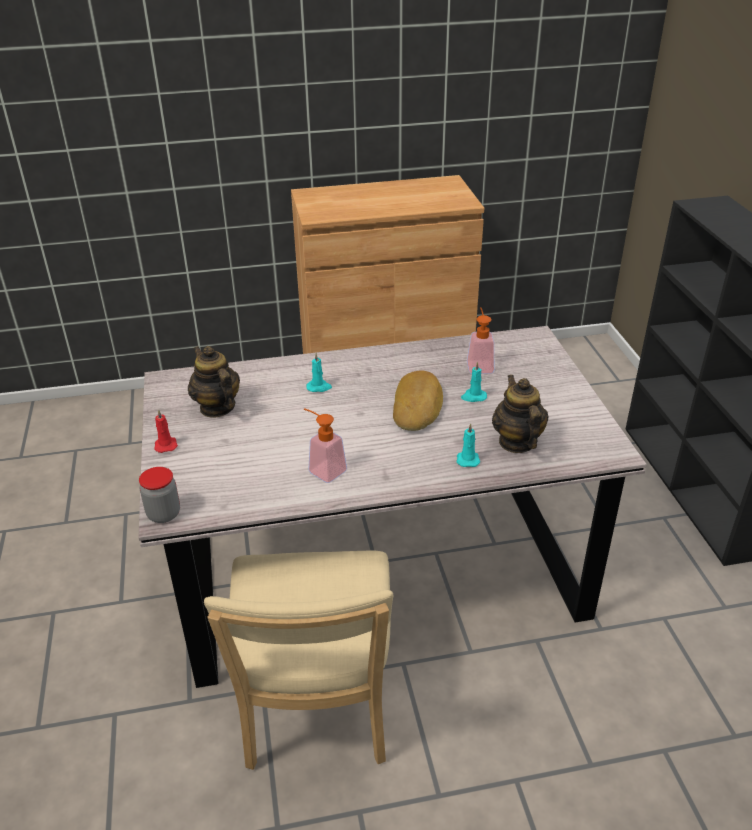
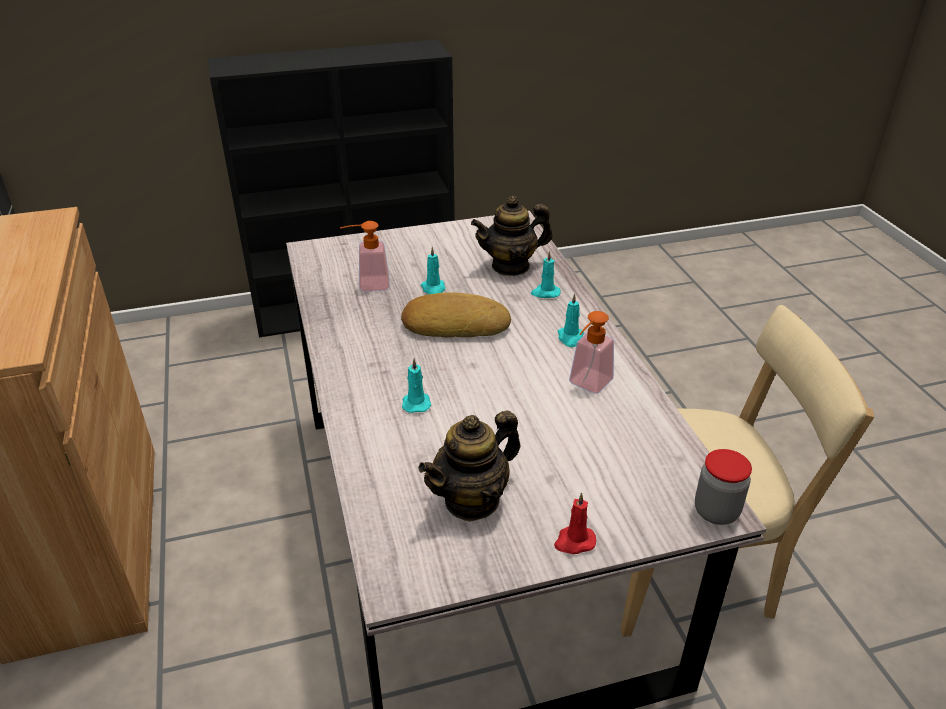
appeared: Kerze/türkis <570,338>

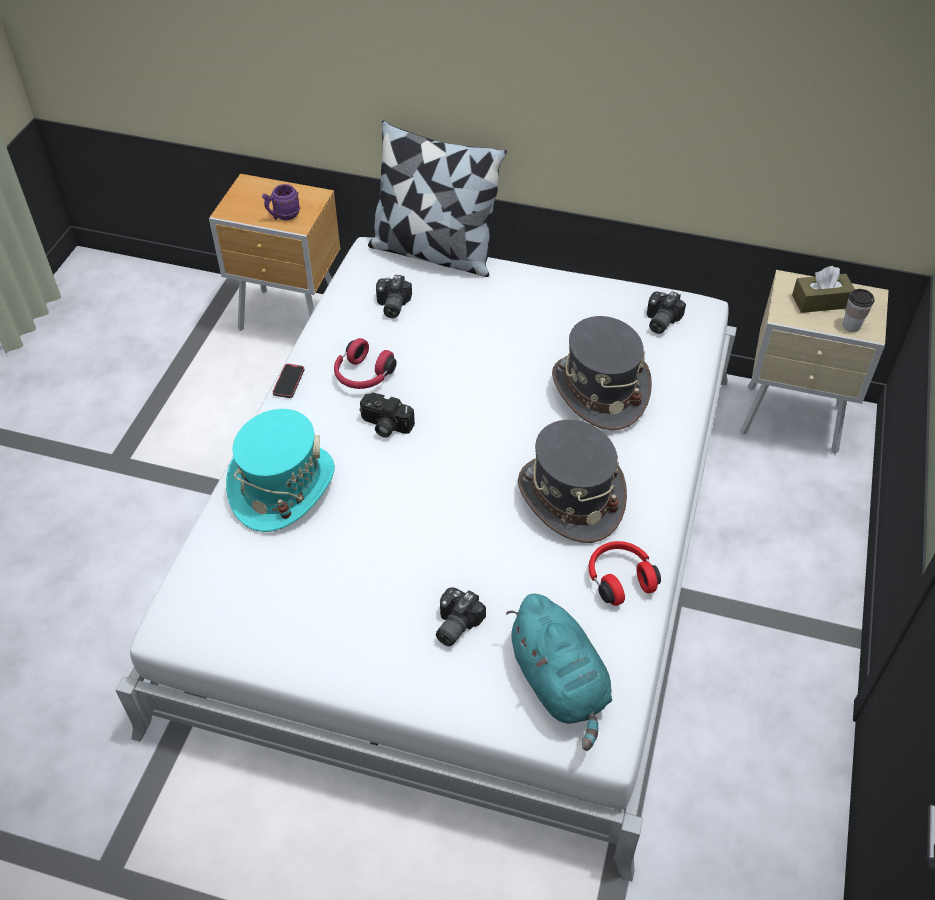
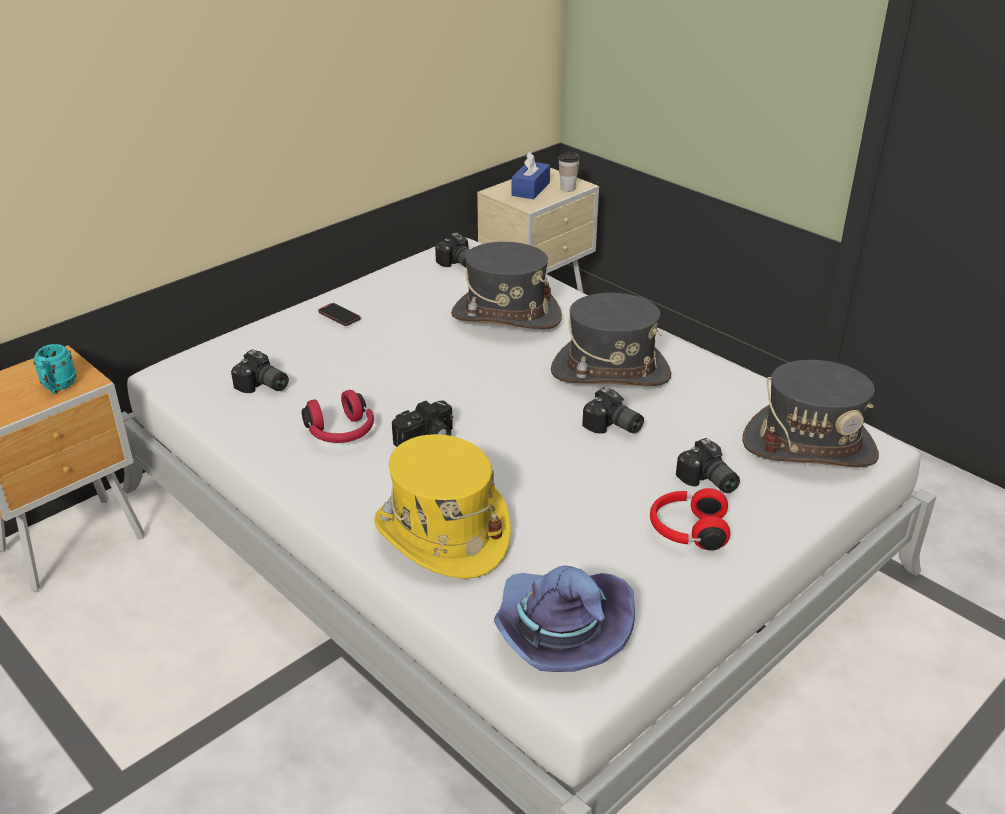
missing: Kissen <434,252>
appeared: Kamera <612,427>; Hut/lila <558,634>
relocated: Handy <289,382> to <339,316>; Kopfhörer/rot <619,578> to <687,531>
exchanged: Plüschtier/türkis <560,684> to Hut/grau <809,446>
colour: Henkelbecher/lila <283,216> to Henkelbecher/türkis <58,387>; Taschentuchbox/braun <820,301> to Taschentuchbox/blau <530,189>; Hut/türkis <282,486> to Hut/gelb <442,534>

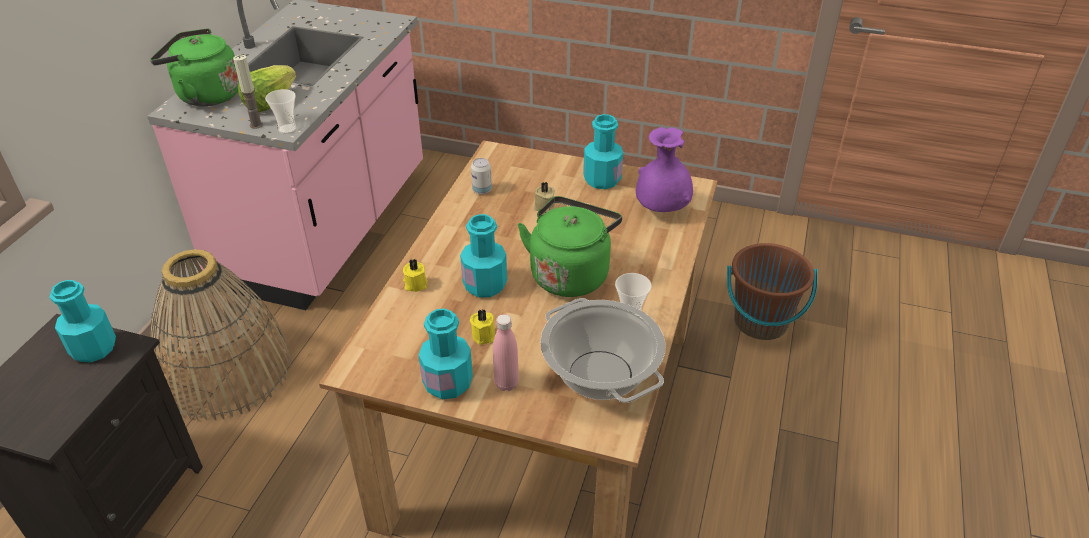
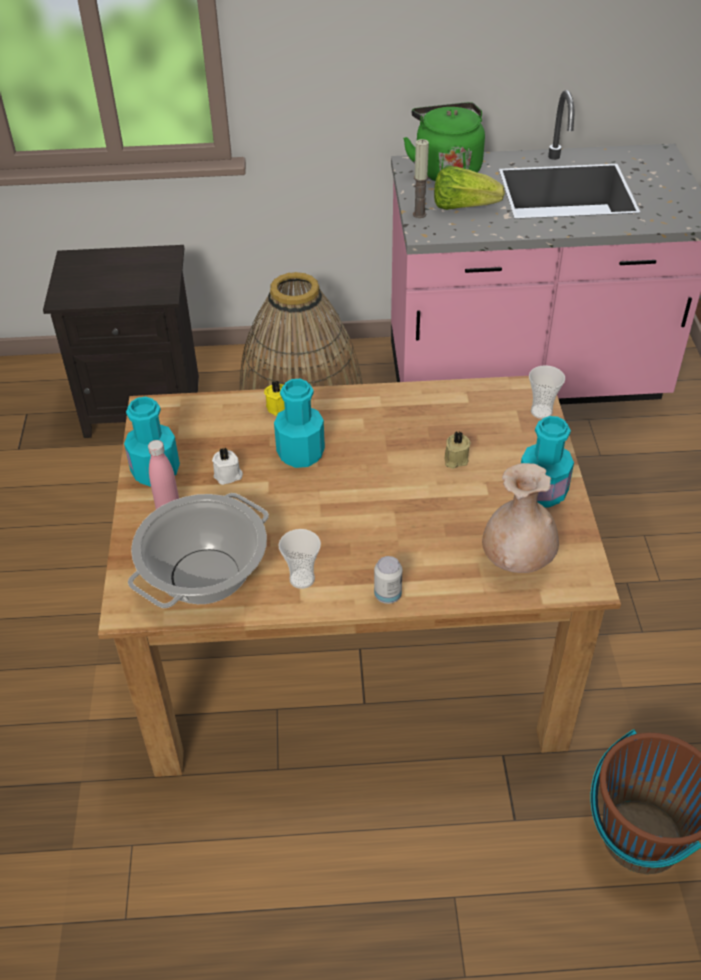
missing: Wasserkessel/grün <570,273>; Flasche/türkis <94,348>
relocated: Tasse <287,129> to <541,411>; Dose <482,190> to <387,595>
colour: Vase/lila <661,209> to Vase/beige <517,561>; Kerze/gelb <484,335> to Kerze/weiß <228,476>

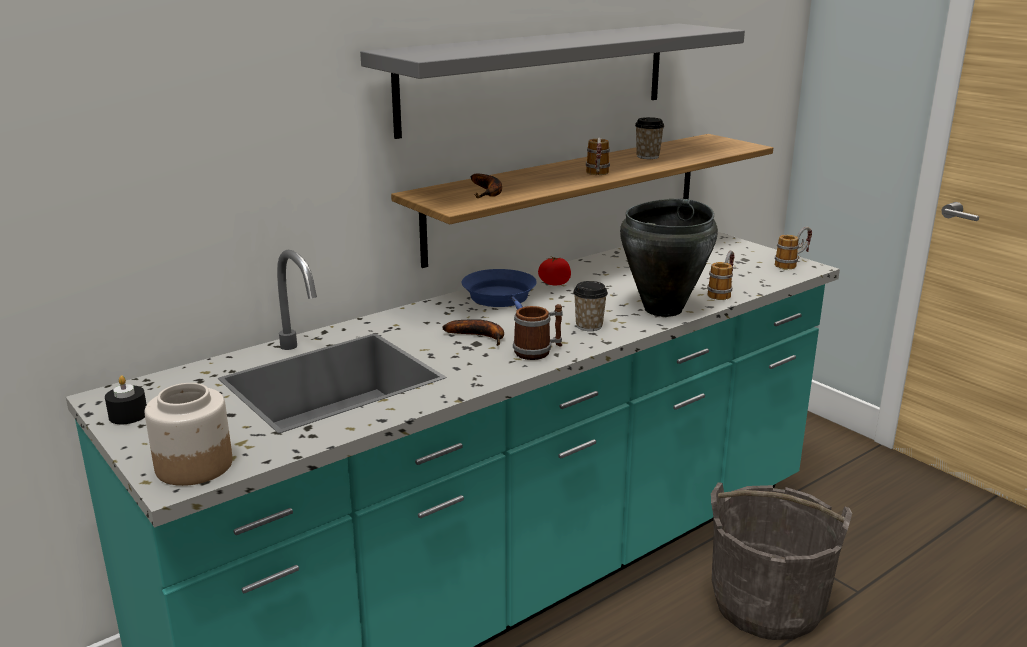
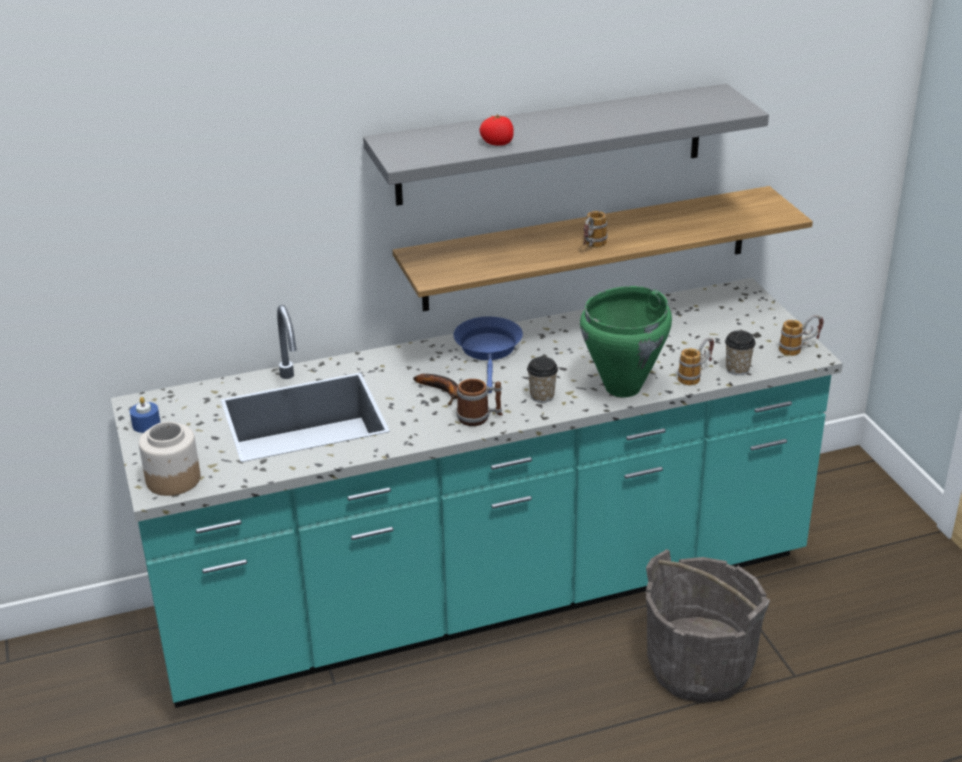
missing: Banane <488,192>
relocated: Tasse <647,156> to <737,369>; Tomate <554,283> to <497,143>
colour: Kochtopf/schwarz <664,309> to Kochtopf/grün <623,388>; Kerze/schwarz <128,415> to Kerze/blau <146,424>

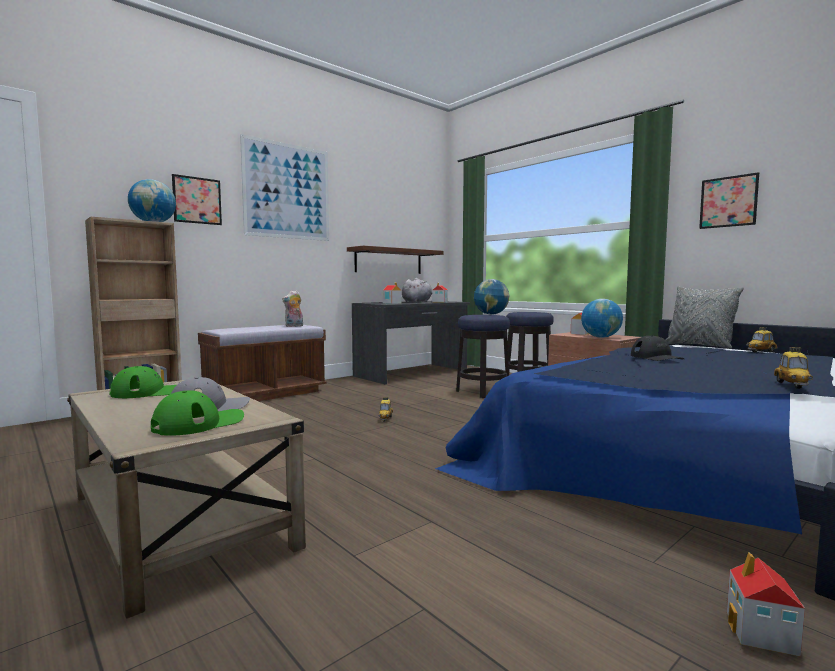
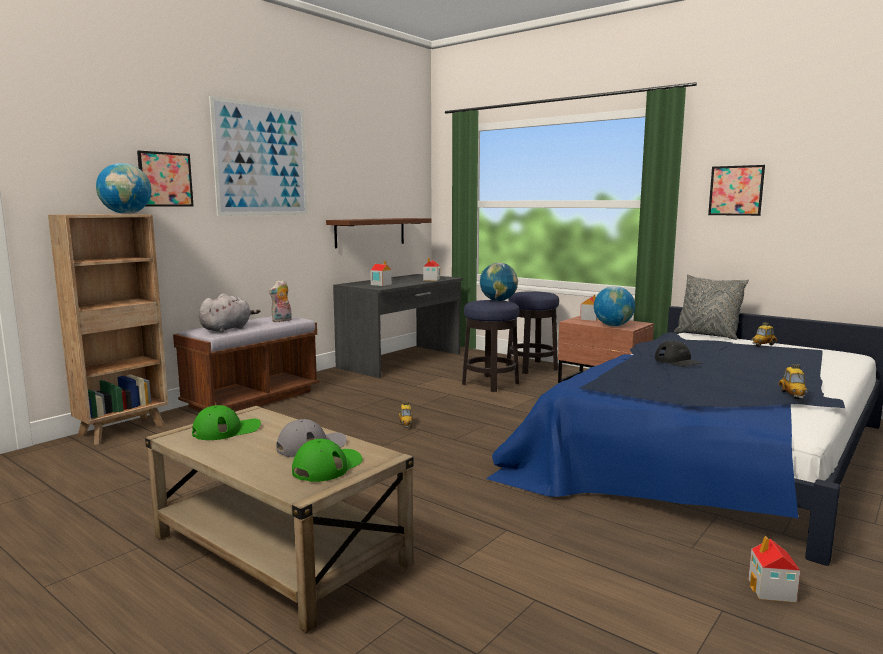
relocated: Plüschtier/grau <417,302> to <227,329>

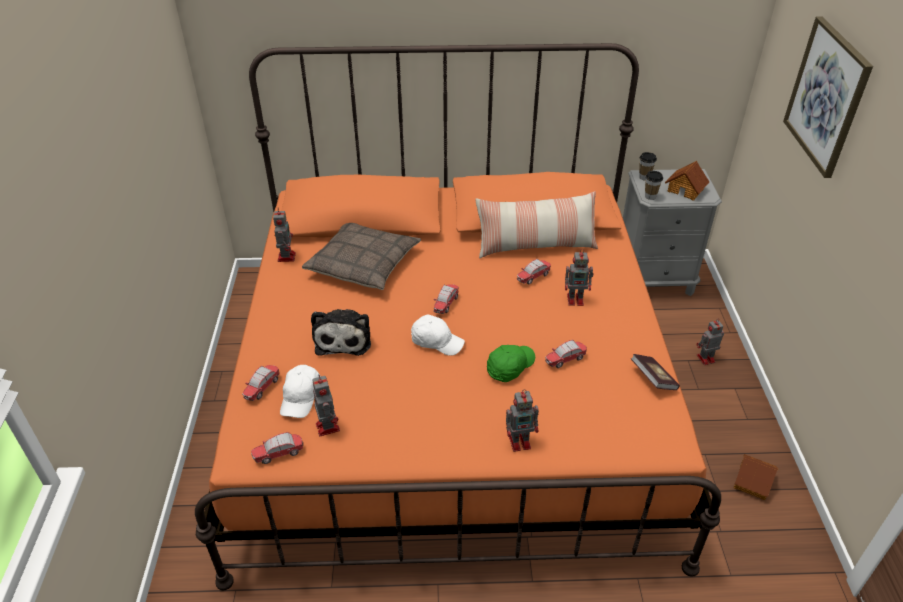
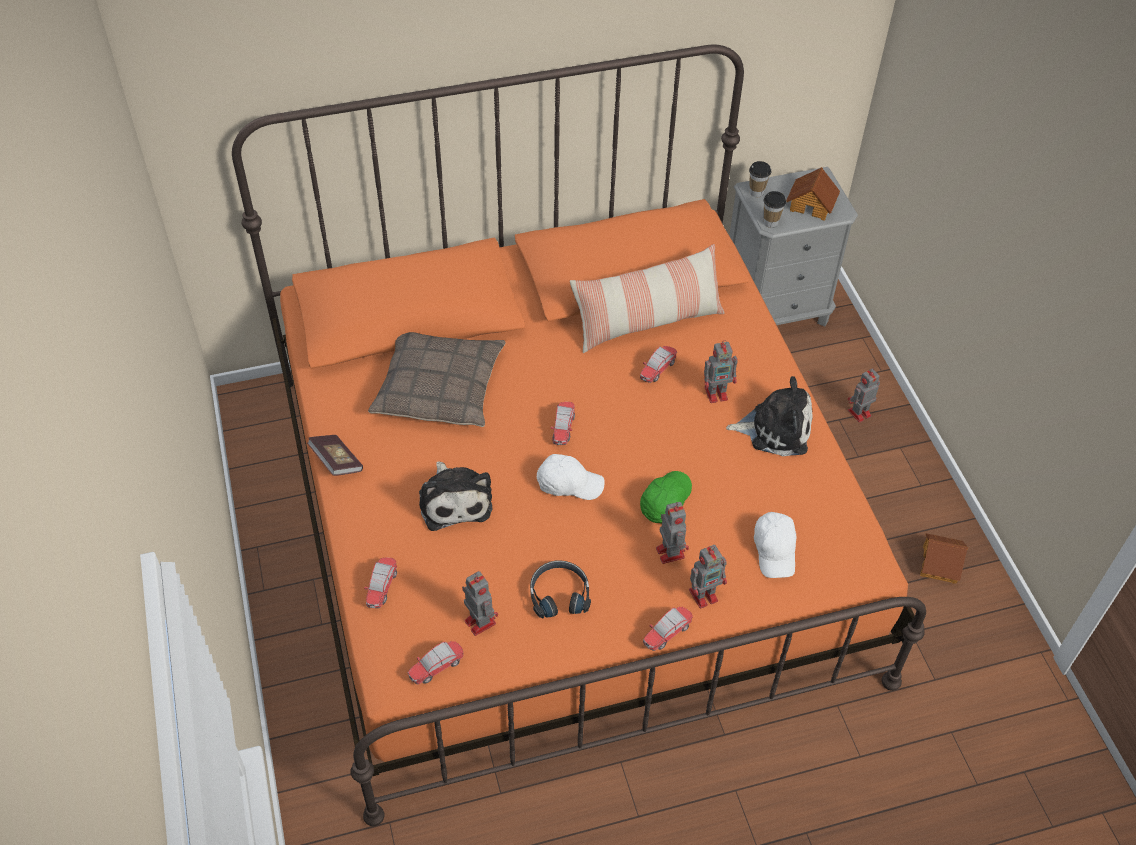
missing: Bild <826,96>
appeared: Plüschtier <775,428>; Kopfhörer/schwarz <559,593>
relocated: Spielzeugroboter <286,256> to <669,551>; Spielzeugauto <565,360> to <667,634>; Buch <653,379> to <336,462>; Kappe/weiß <301,397> to <775,550>

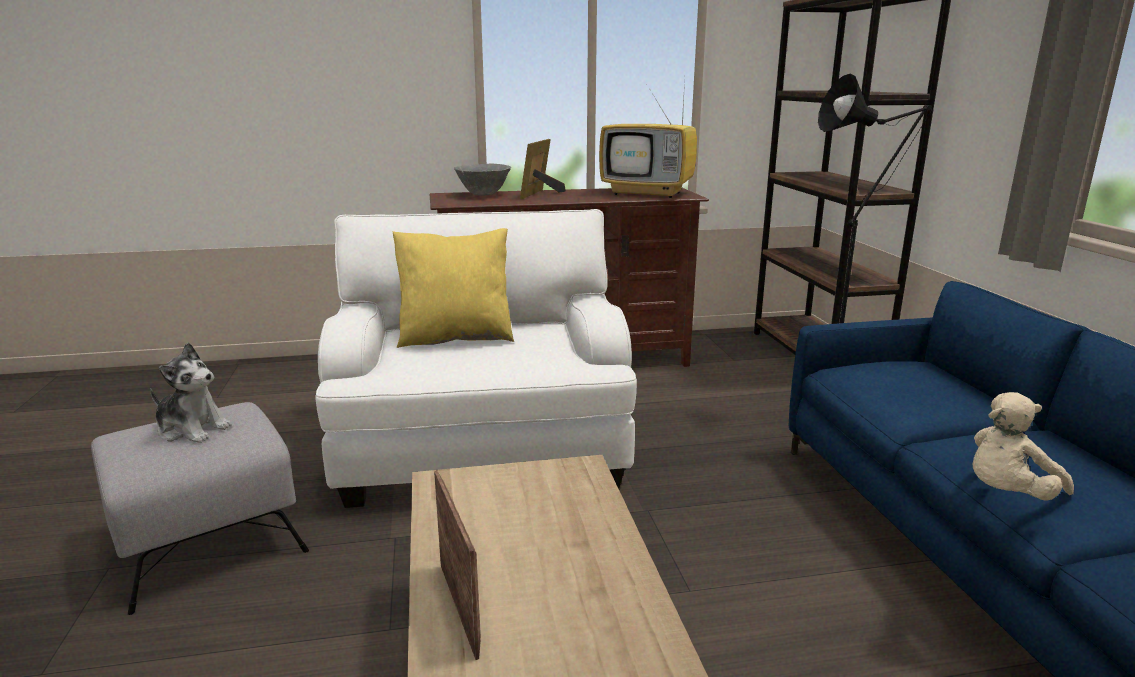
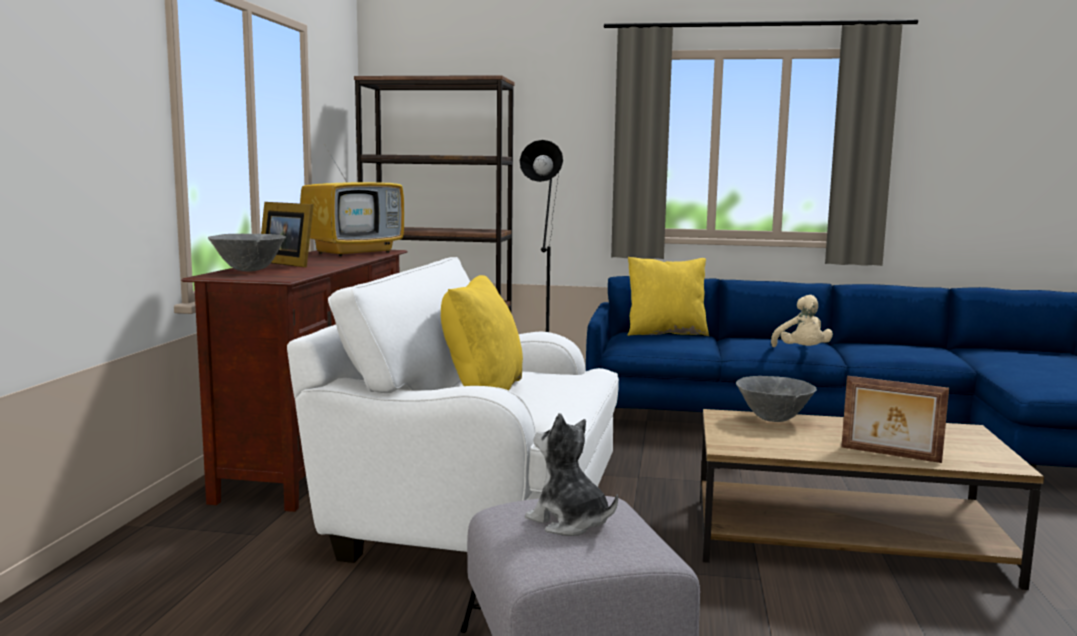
appeared: Kissen/gelb <666,333>; Schüssel/grau <774,419>
spun: Plüschtier <192,429> = <569,522> 90 degrees counterclockwise; Bilderrahmen <461,607> = <890,455> 150 degrees counterclockwise

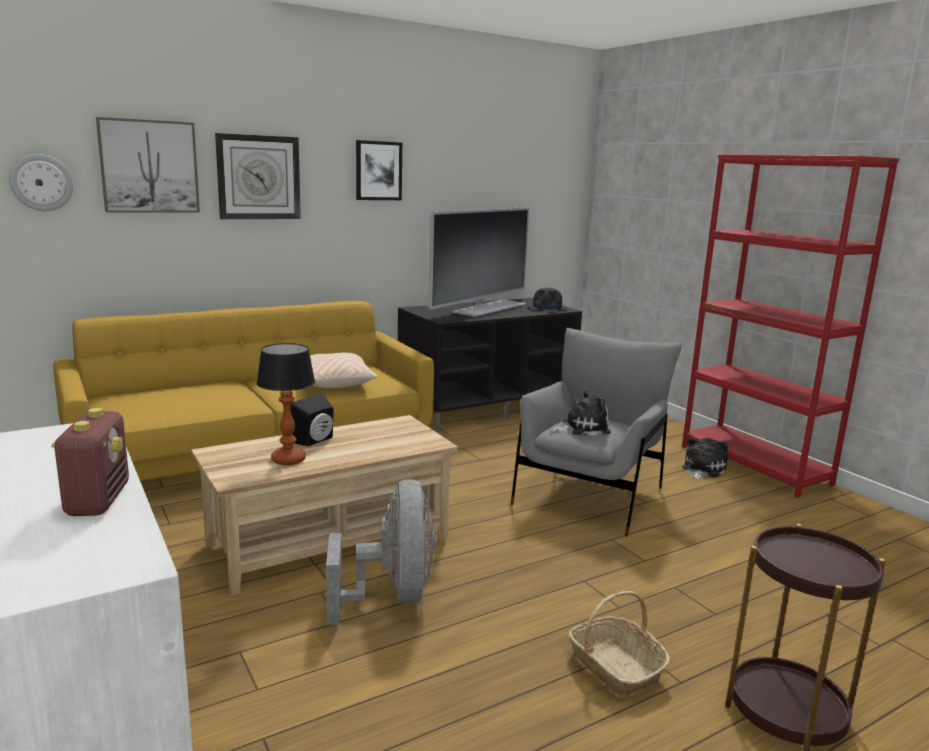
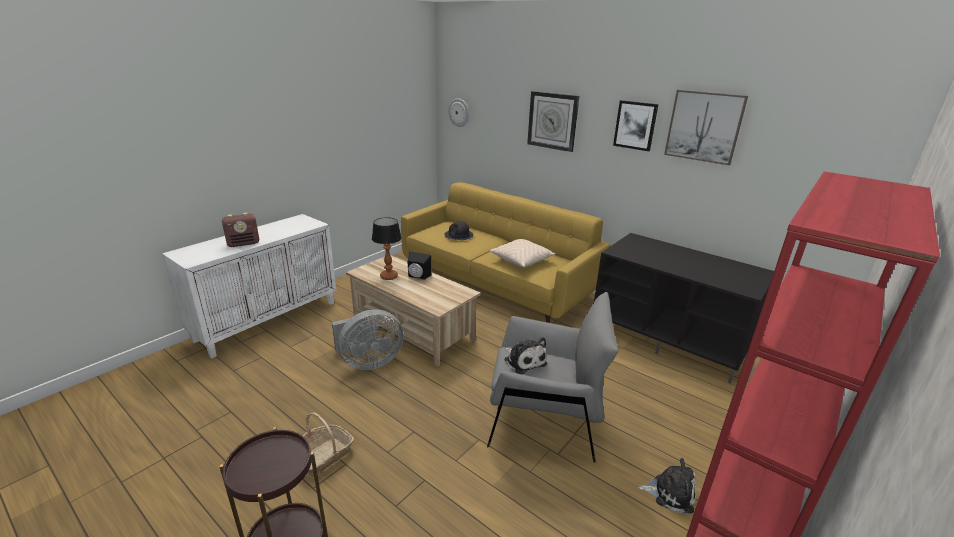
missing: Fernseher <488,308>
relocated: Bild <149,166> to <704,126>; Hut/schwarz <547,308> to <459,235>

